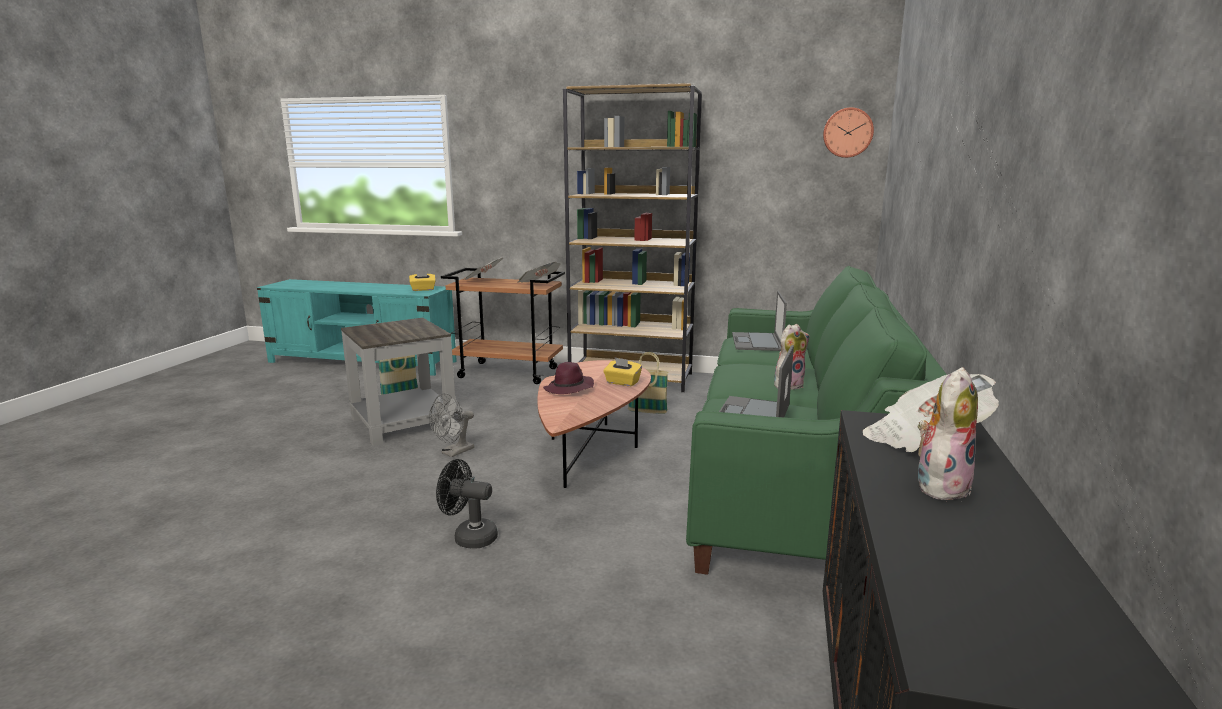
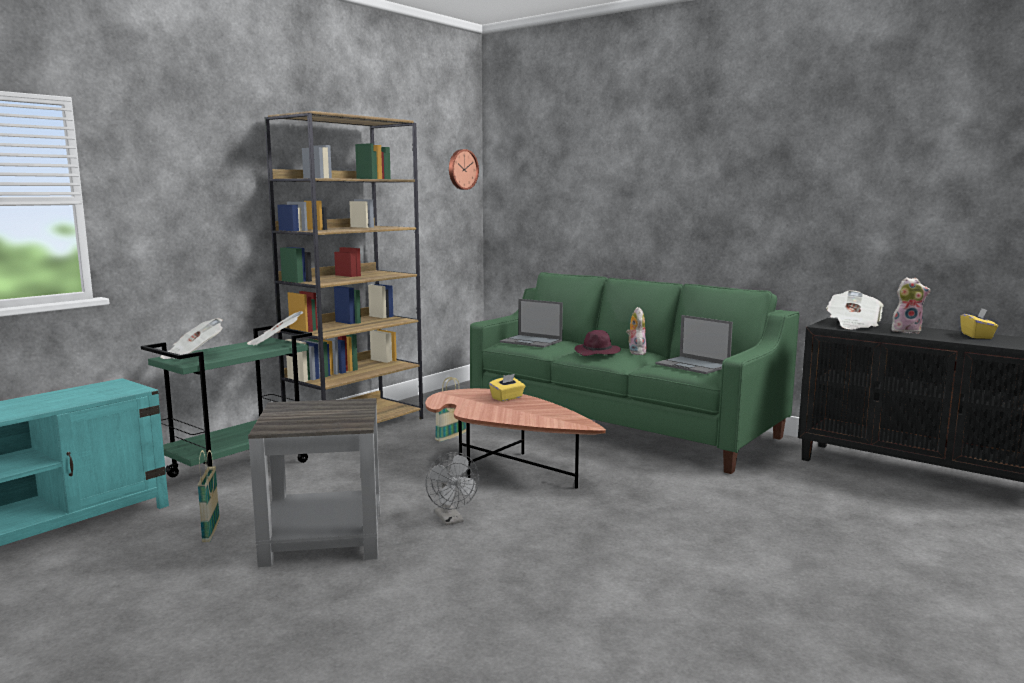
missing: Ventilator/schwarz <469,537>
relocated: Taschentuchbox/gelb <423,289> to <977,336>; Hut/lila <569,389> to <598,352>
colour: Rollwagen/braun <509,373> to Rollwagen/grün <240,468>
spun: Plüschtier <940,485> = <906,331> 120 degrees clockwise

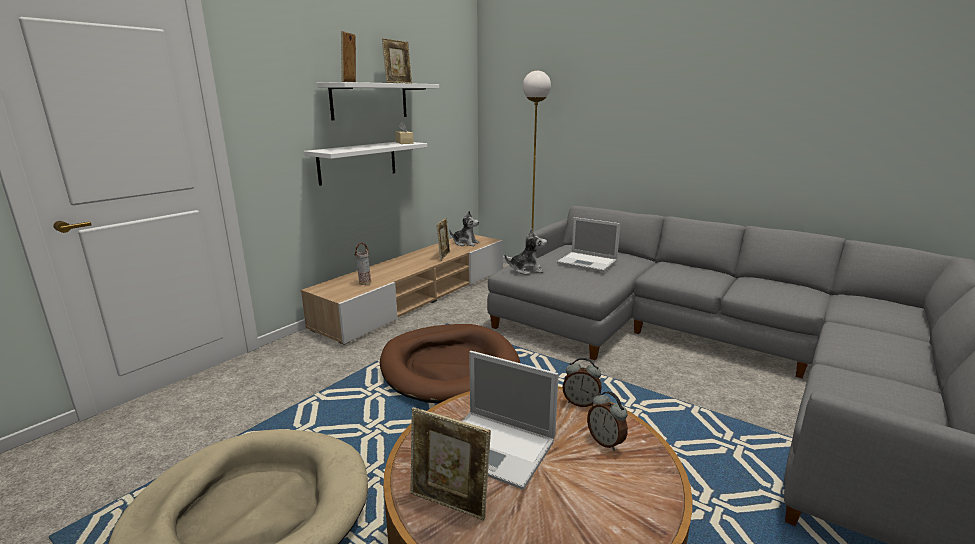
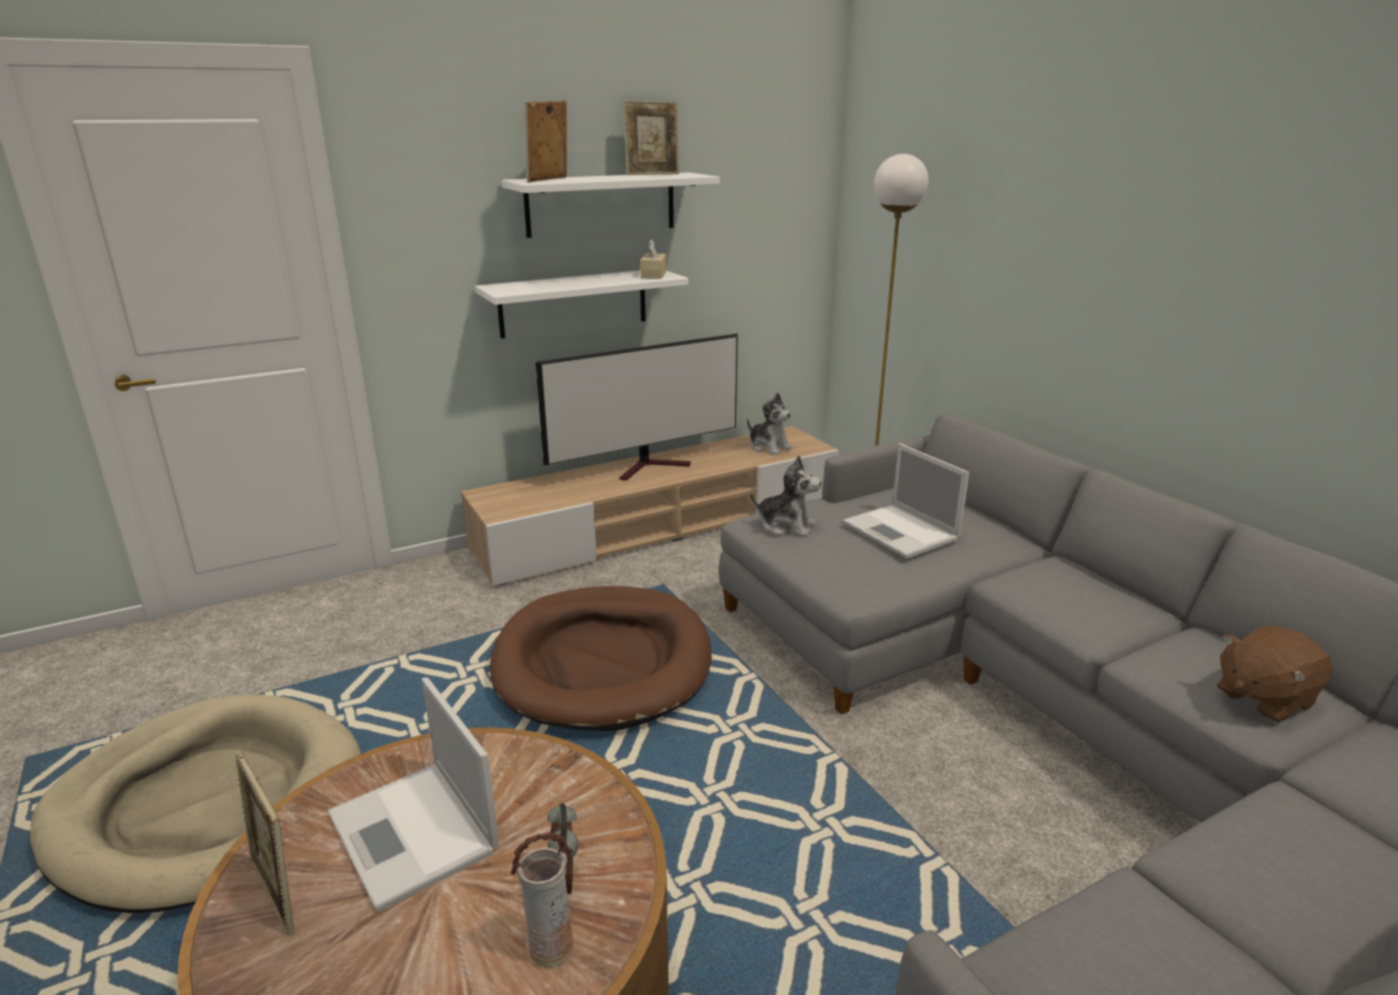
missing: Bilderrahmen <444,256>; Wecker <581,403>
appeared: Fernseher <651,466>; Plüschtier/braun <1262,698>
relocated: Vase <364,283> to <551,947>

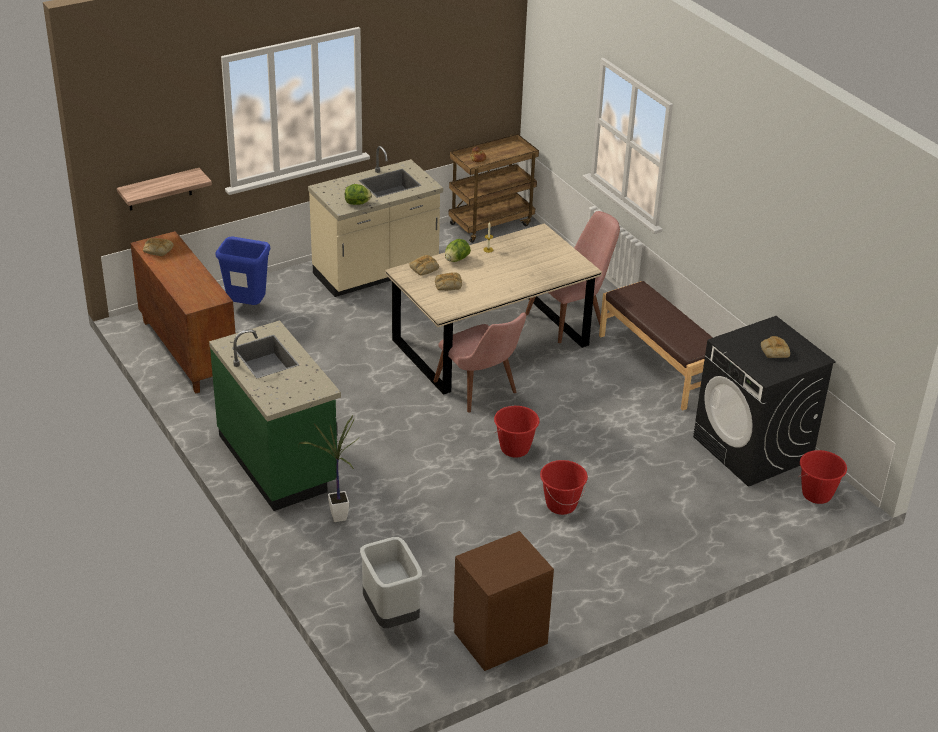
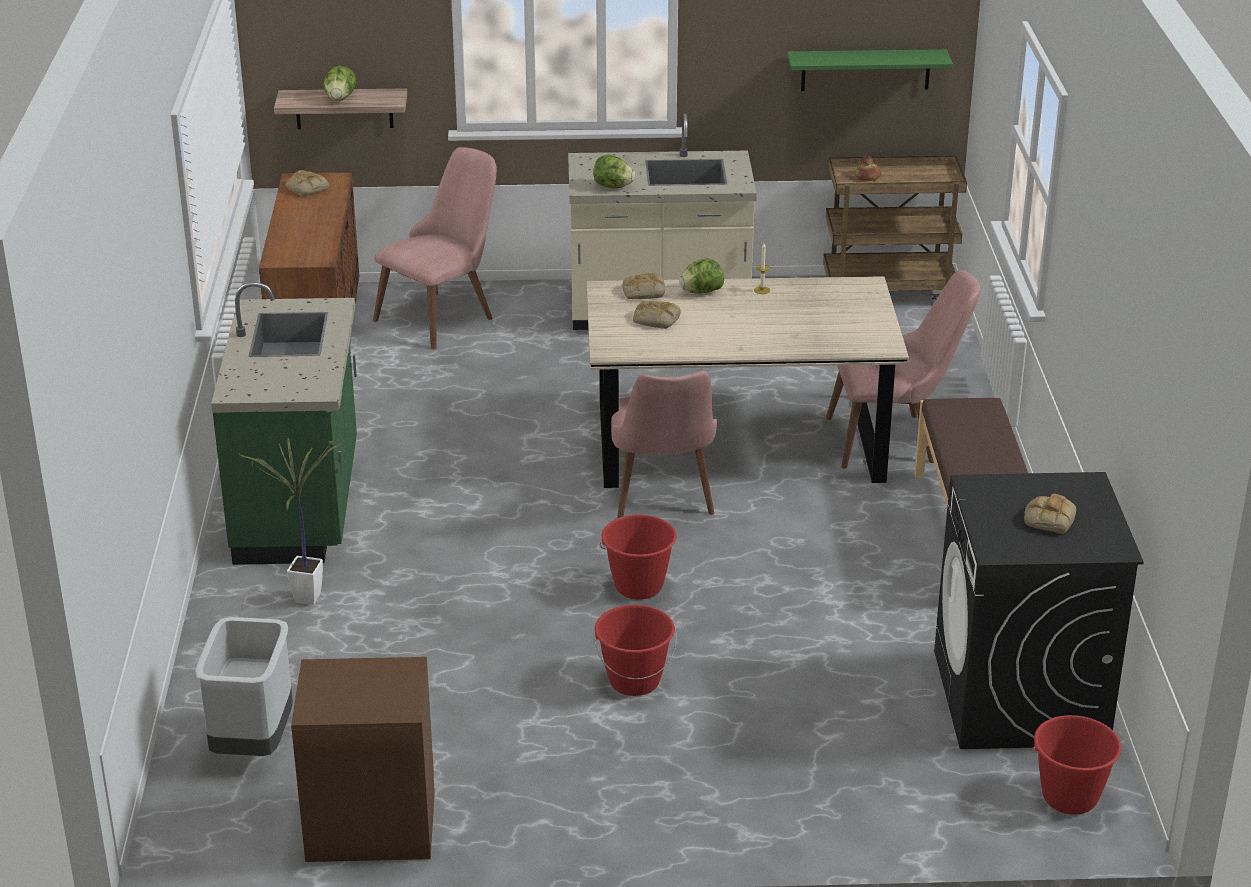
appeared: Wandregal/grün <865,70>; Salatkopf <340,98>
exchanged: Mülleimer/blau <247,307> to Stuhl/rosa <444,314>

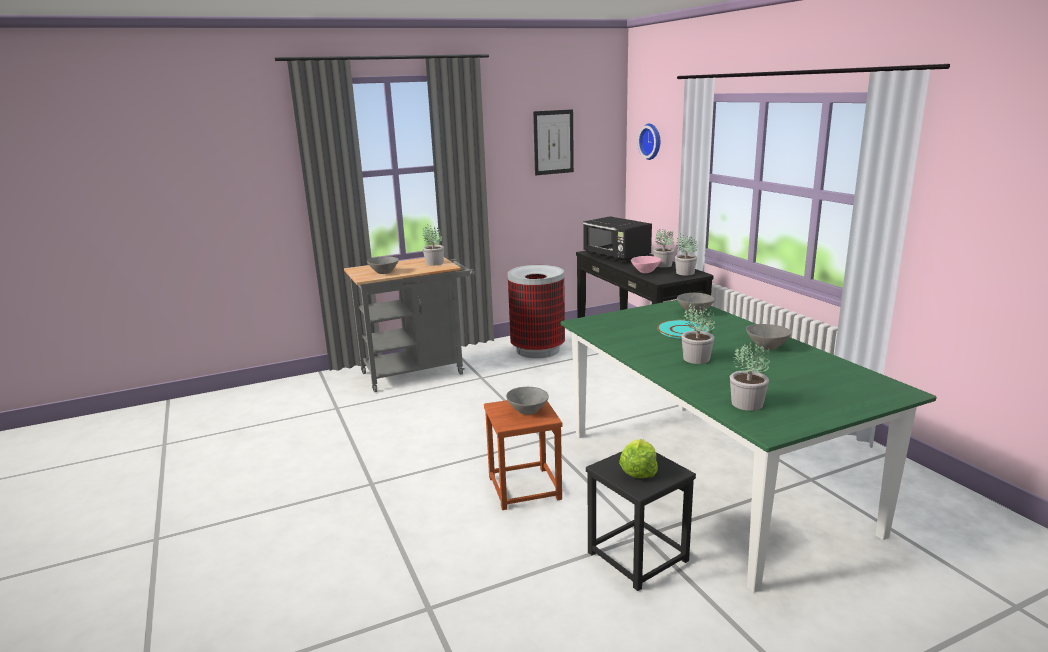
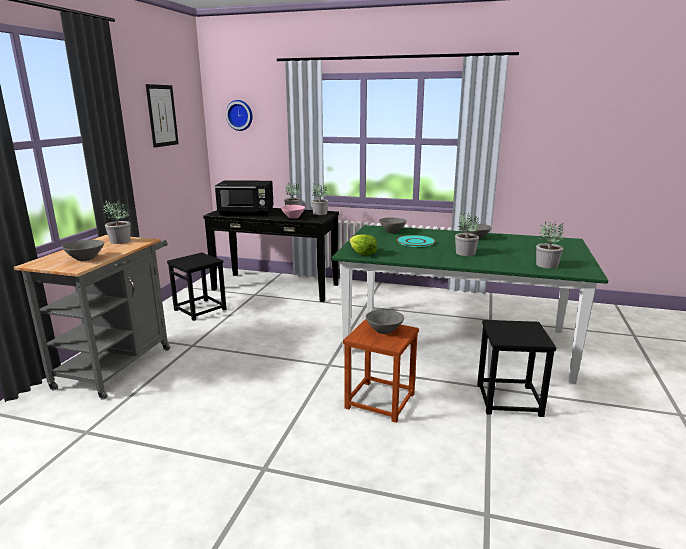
relocated: Salatkopf <638,470> to <362,253>
exchanged: Mülleimer <538,350> to Hocker/schwarz <200,309>

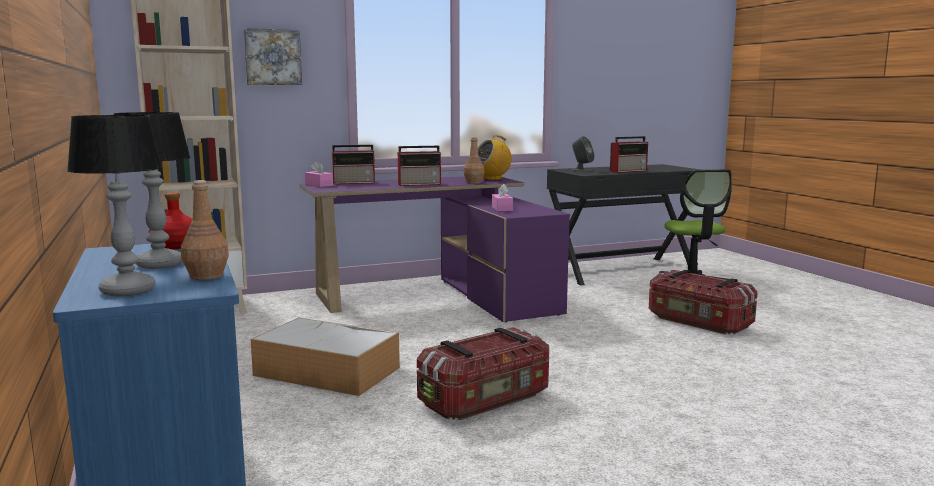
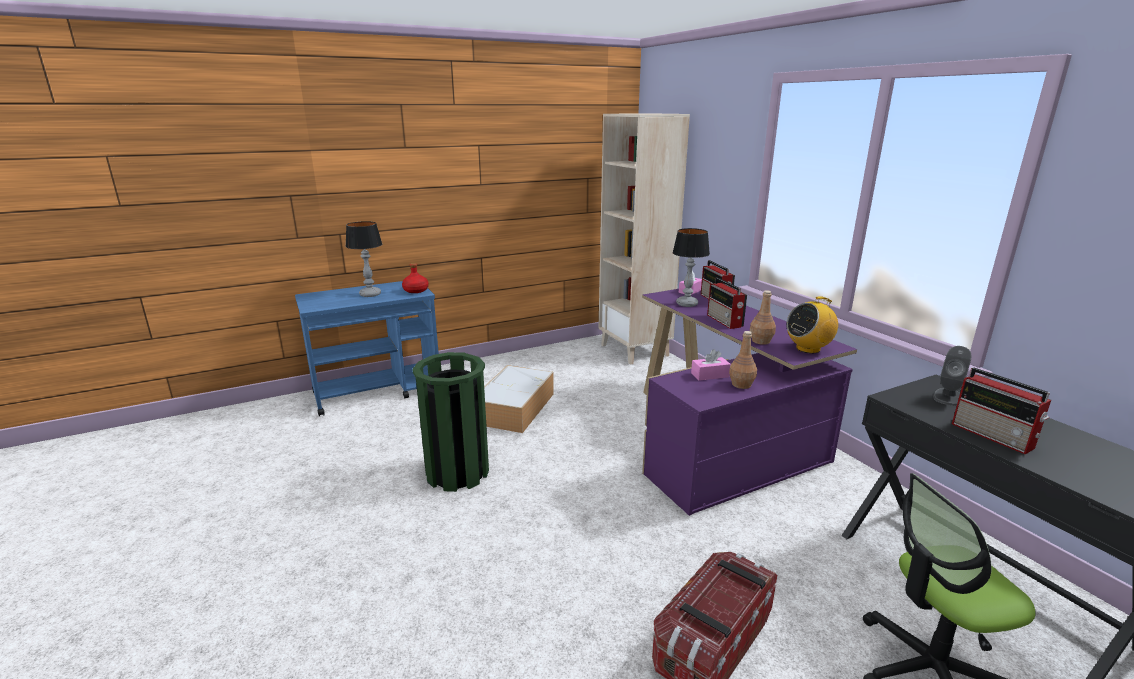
missing: Bild <272,57>
relocated: Tischlampe <128,290> to <687,304>; Flasche/braun <206,276> to <741,384>
exchanged: Aufbewahrungsbox <486,400> to Mülleimer/grün <457,472>
spun: Radio <492,179> = <808,349> 75 degrees counterclockwise

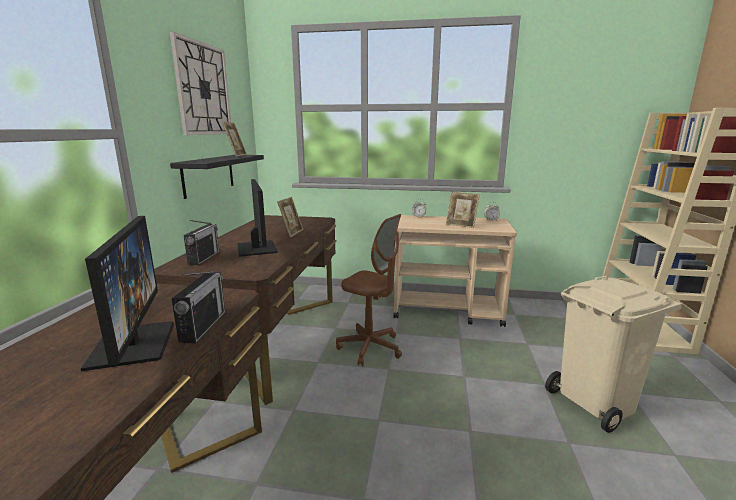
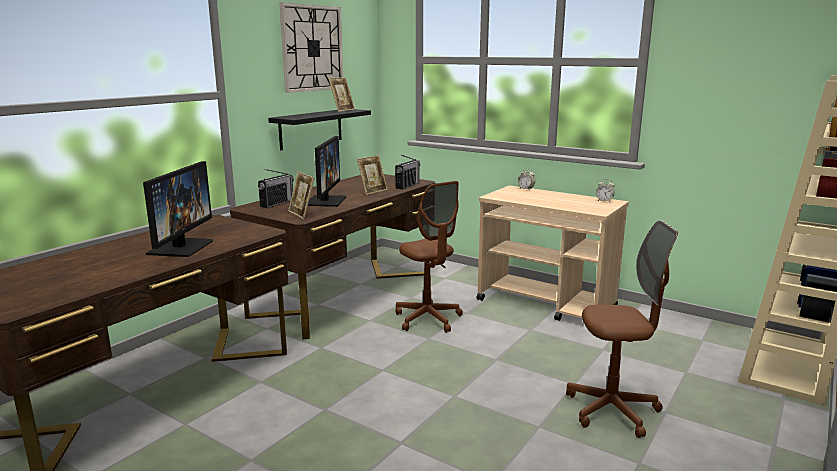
relocated: Bilderrahmen <461,225> to <302,214>; Radio <203,326> to <407,186>
exchanged: Mülleimer/beige <597,403> to Bürostuhl/braun <612,410>

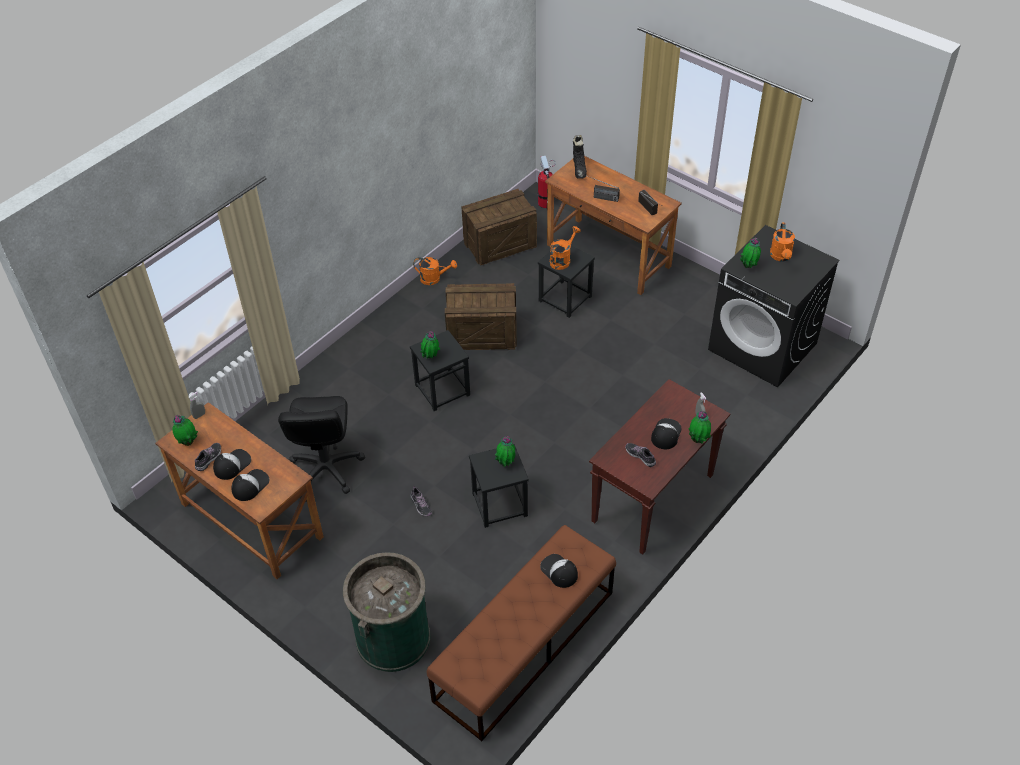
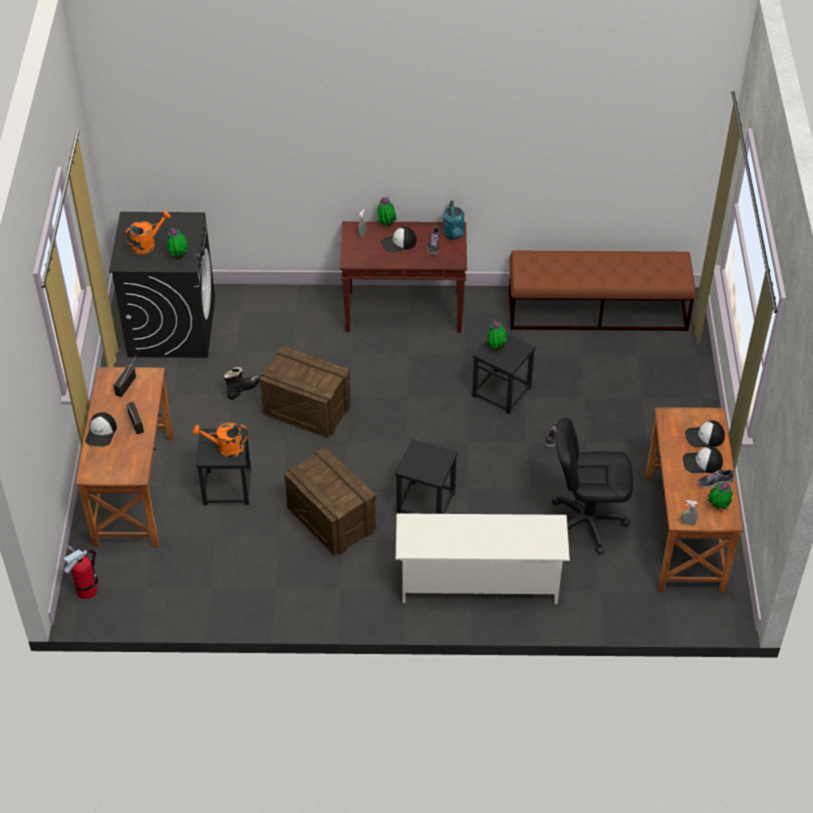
missing: Gießkanne/orange <434,279>; Topfpflanze <430,358>; Mülleimer/grün <393,638>
appeared: Gießkanne/türkis <454,235>; Schuhregal/weiß <479,581>
relocated: Stiefel/schwarz <579,169> to <242,389>; Kiste <500,244> to <306,410>; Kappe <559,571> to <101,433>
spun: Bürostuhl/schwarz <326,469> = <587,522> 135 degrees counterclockwise

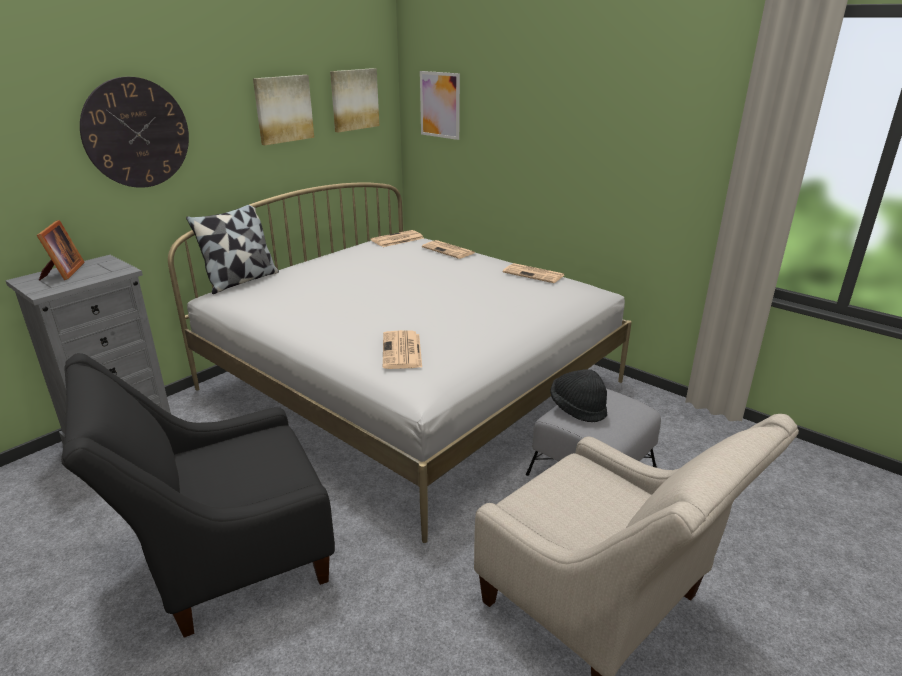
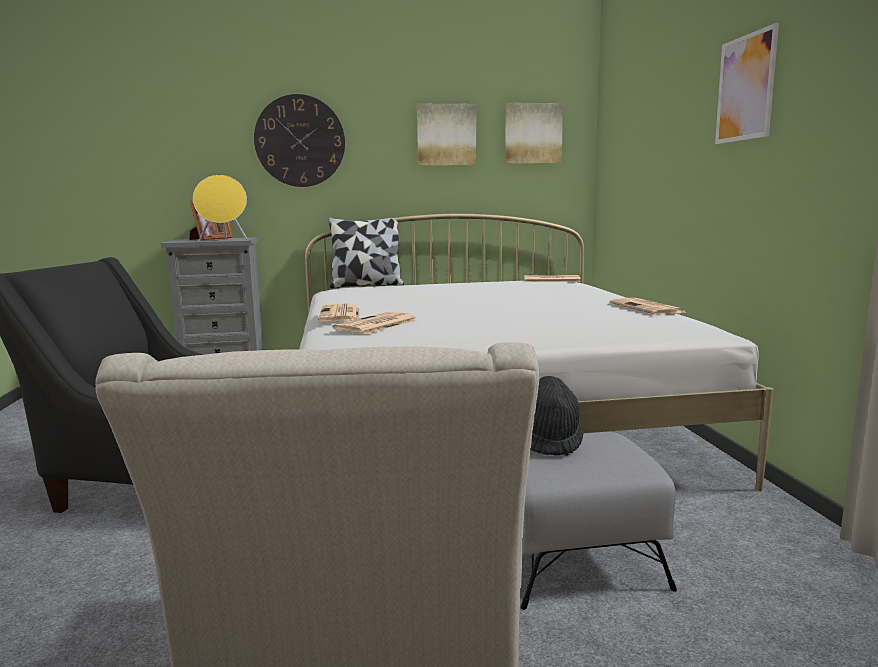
appeared: Lautsprecher/gelb <224,240>
relocated: Bild <440,105> to <745,88>; Zeitung <449,250> to <340,314>

